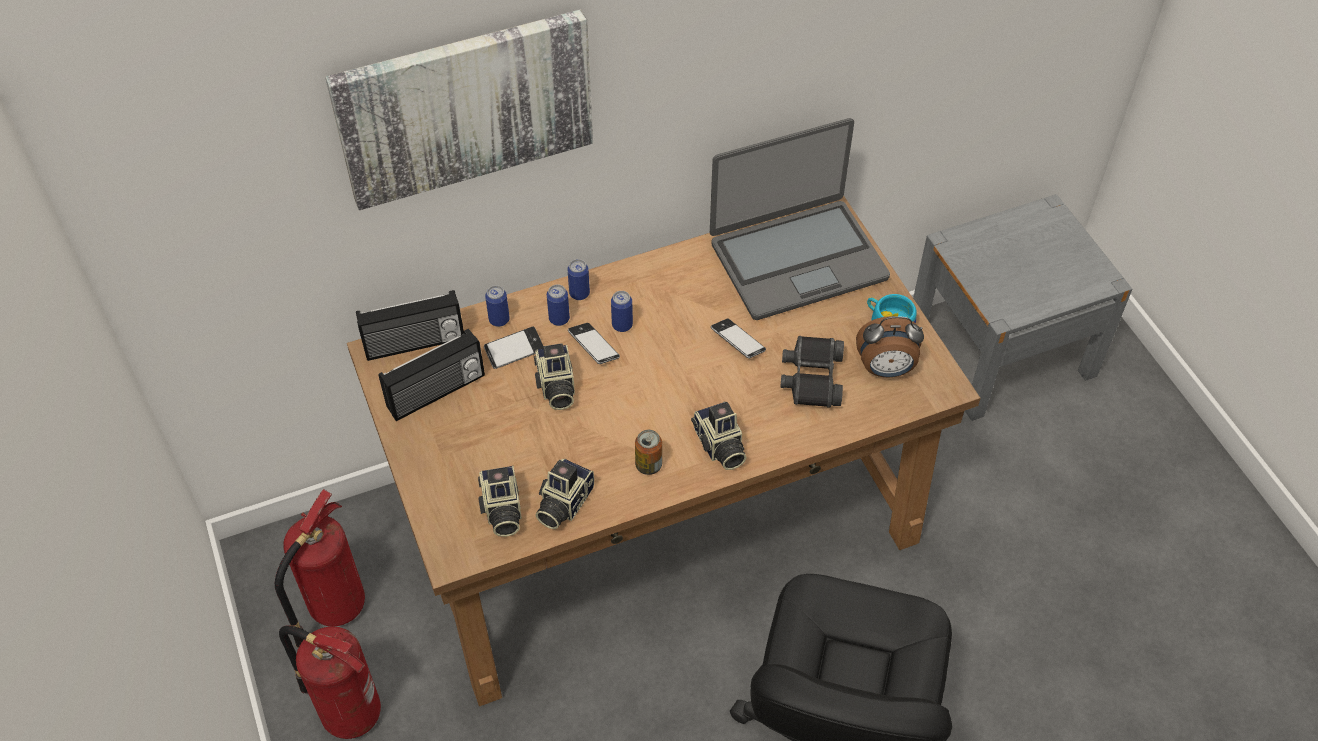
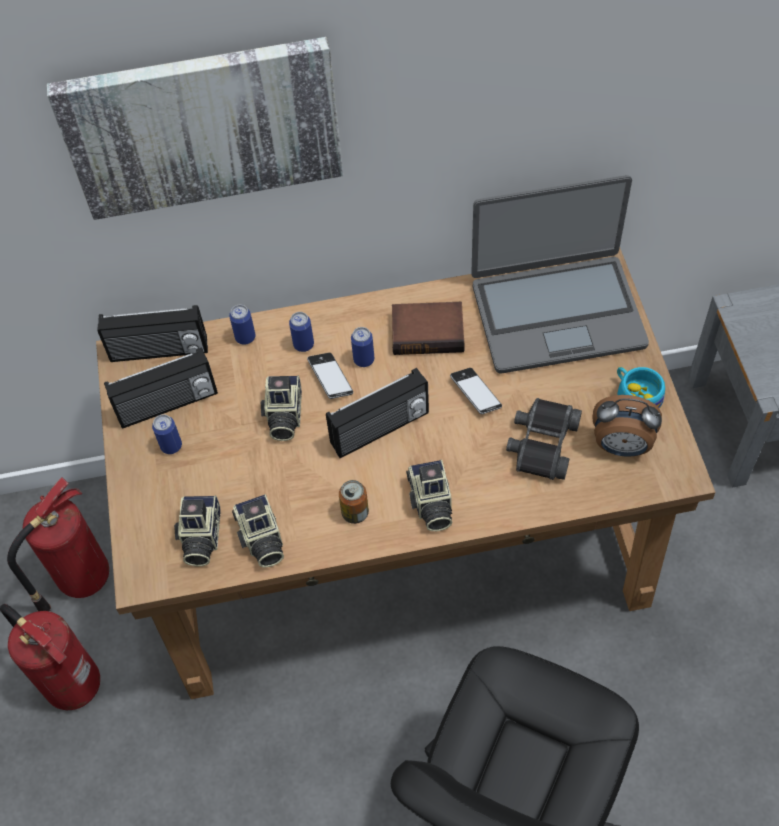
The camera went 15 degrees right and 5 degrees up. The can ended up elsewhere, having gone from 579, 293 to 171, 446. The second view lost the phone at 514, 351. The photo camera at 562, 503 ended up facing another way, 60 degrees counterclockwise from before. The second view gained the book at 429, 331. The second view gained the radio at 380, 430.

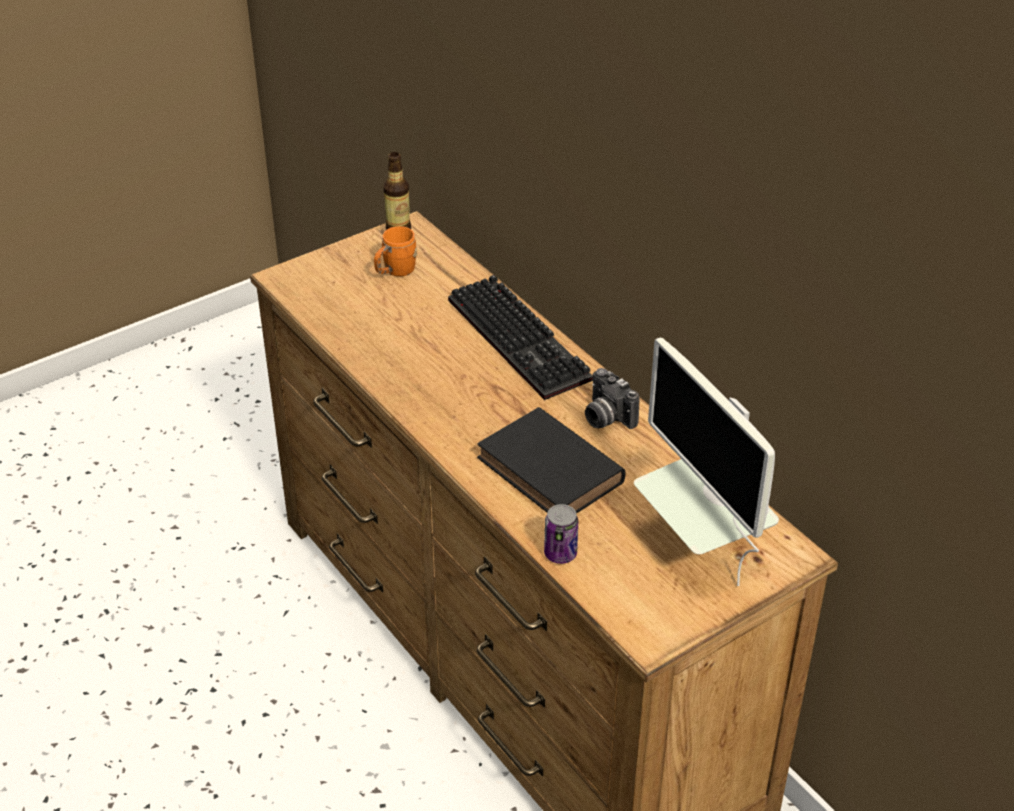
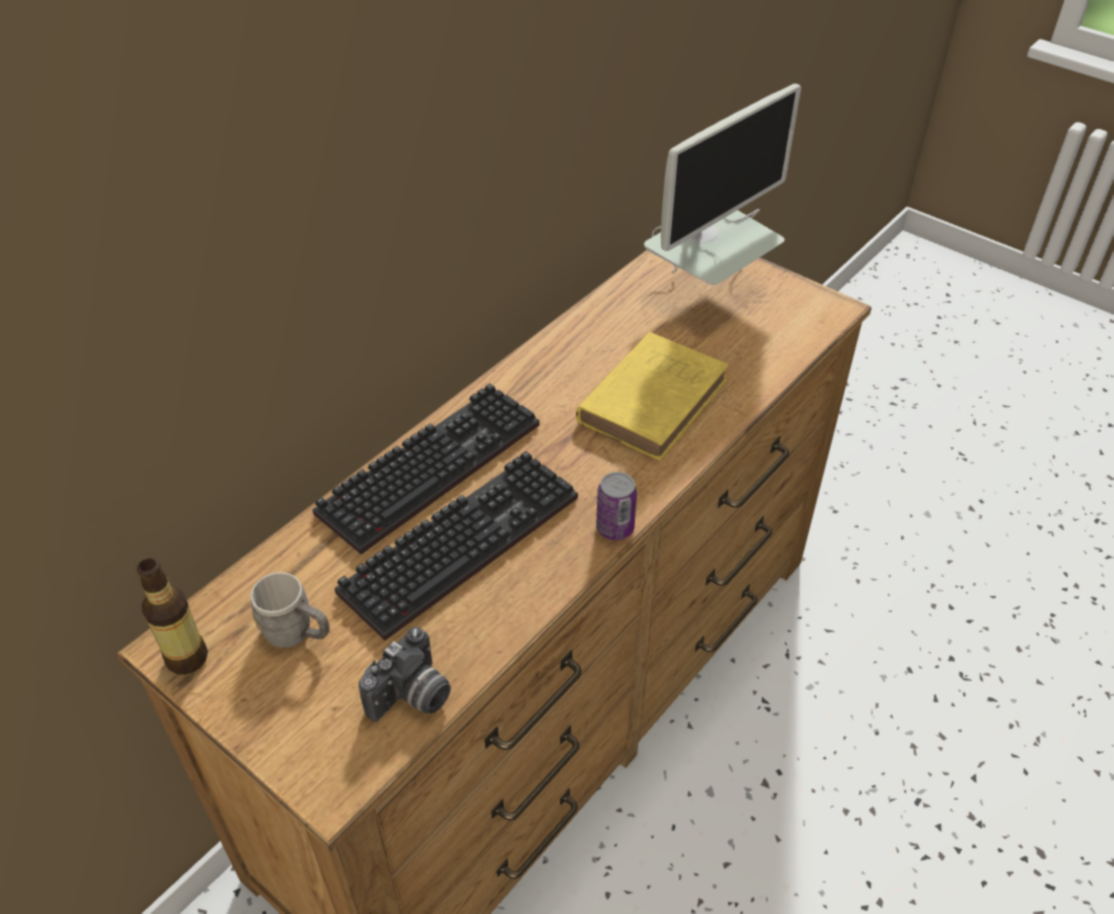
The camera went 105 degrees left and 5 degrees up. What was the orange mug at 395, 272 turned into the grey mug at 297, 634. The photo camera ended up elsewhere, having gone from 605, 417 to 412, 698. What was the black book at 553, 472 turned into the yellow book at 654, 399. The can ended up elsewhere, having gone from 560, 554 to 615, 528. The second view gained the keyboard at 461, 539.

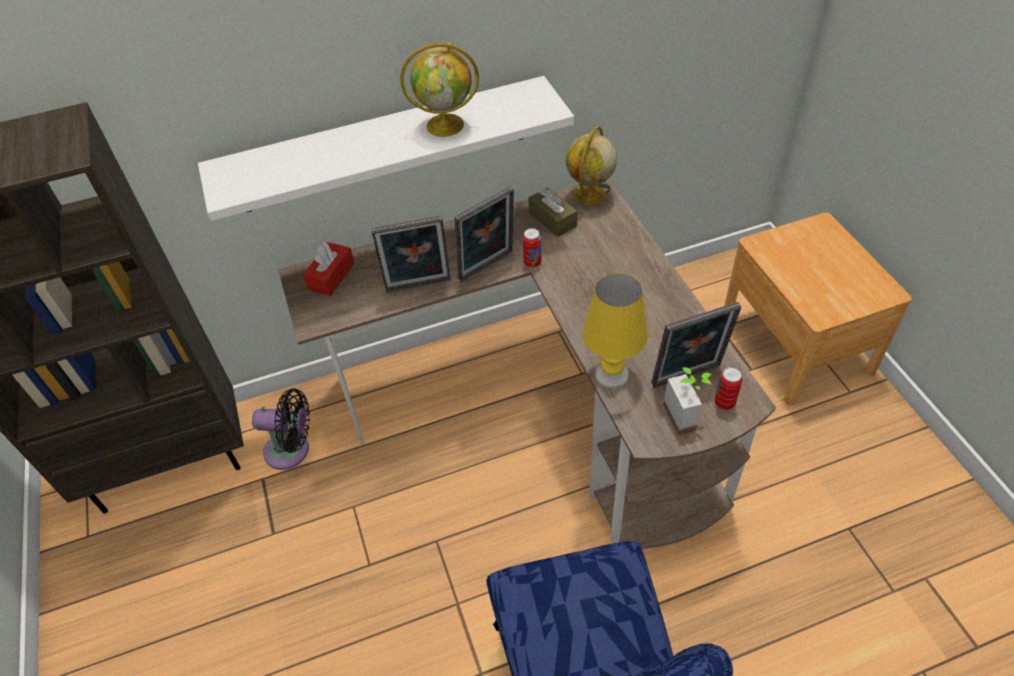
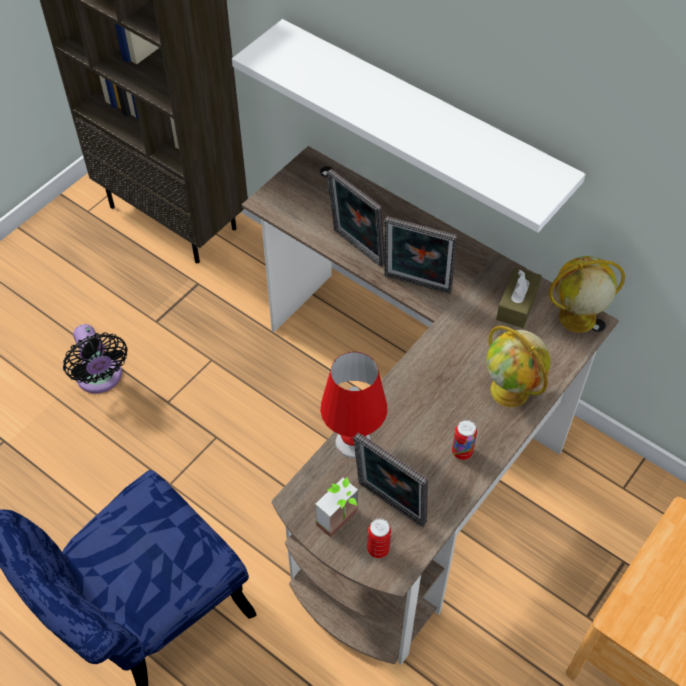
The camera went 55 degrees right and 5 degrees up. The globe ended up elsewhere, having gone from 446, 125 to 511, 391. The can ended up elsewhere, having gone from 532, 263 to 462, 452. The second view lost the red tissue box at 331, 276. What was the yellow table lamp at 611, 374 turned into the red table lamp at 352, 442. The black fan ended up elsewhere, having gone from 292, 450 to 101, 378.

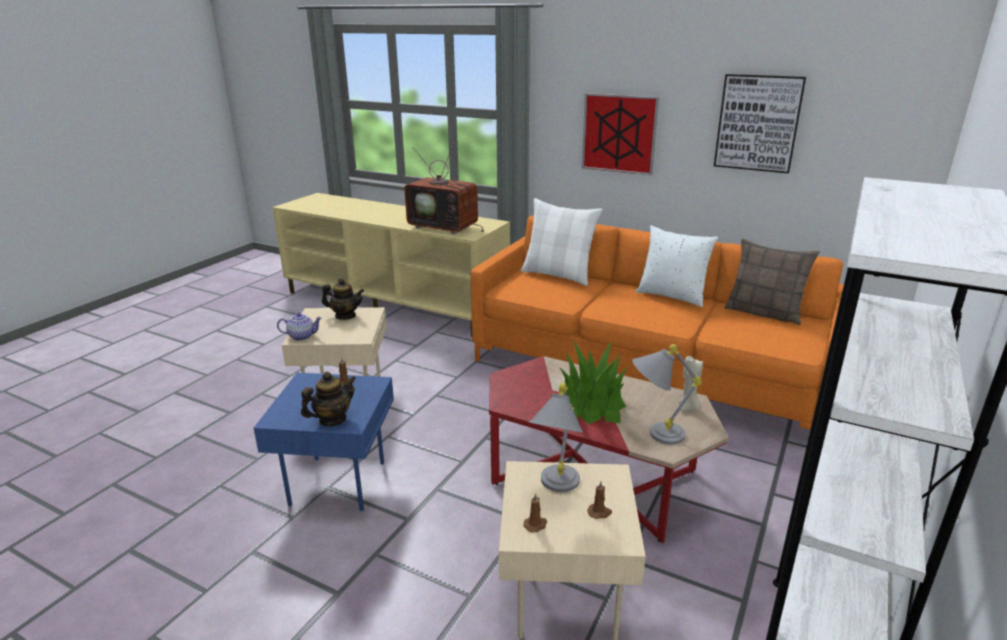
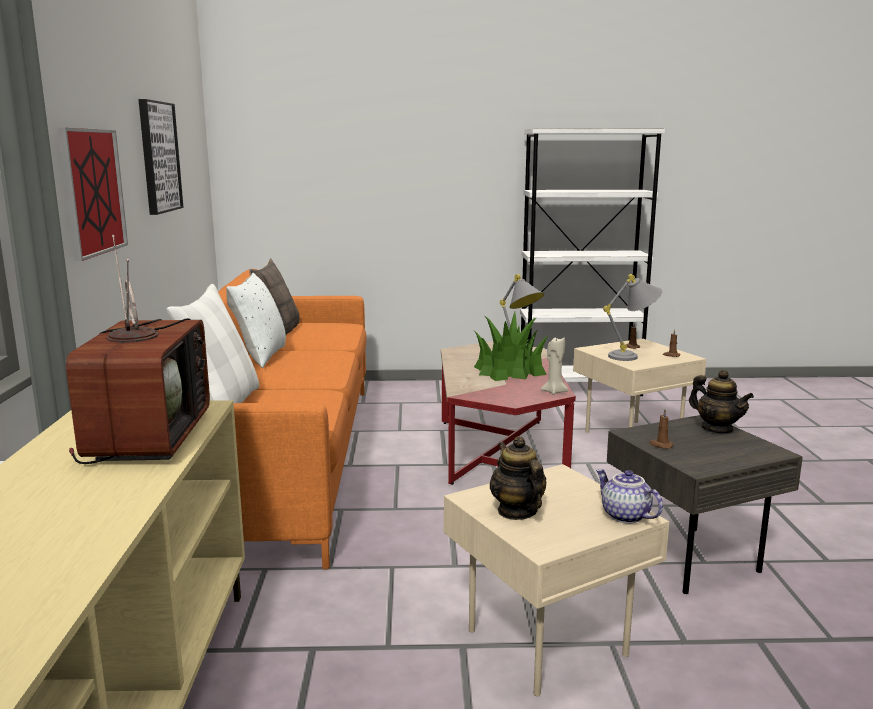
The camera went 120 degrees left and 10 degrees down. The beige candle ended up elsewhere, having gone from 688, 407 to 554, 392. The teapot at 332, 419 ended up facing another way, 150 degrees counterclockwise from before. What was the blue side table at 339, 485 turned into the grey side table at 690, 557.

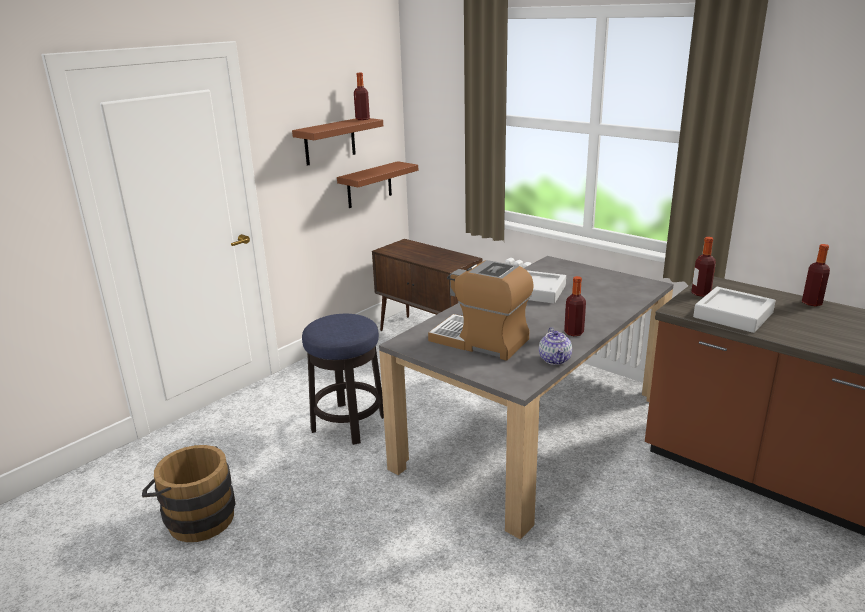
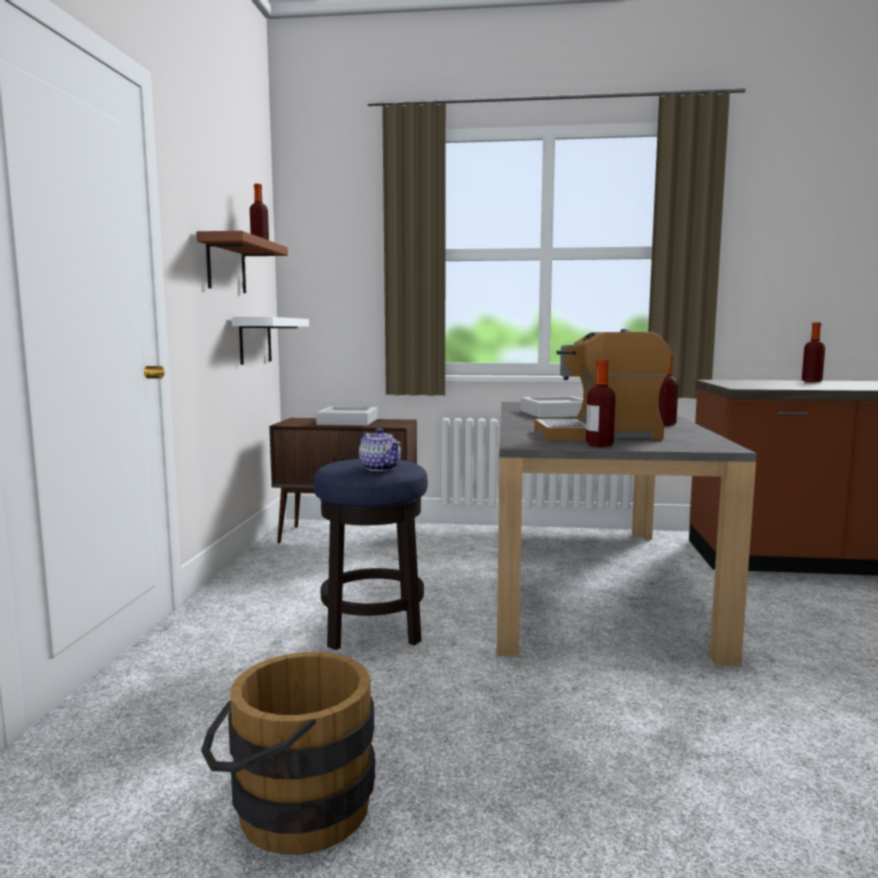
The camera went 35 degrees left and 15 degrees down. What was the brown shelf at 369, 185 turned into the white shelf at 255, 340. The bottle ended up elsewhere, having gone from 701, 293 to 599, 444. The grey tray ended up elsewhere, having gone from 733, 315 to 347, 422. The teapot ended up elsewhere, having gone from 555, 360 to 380, 468.

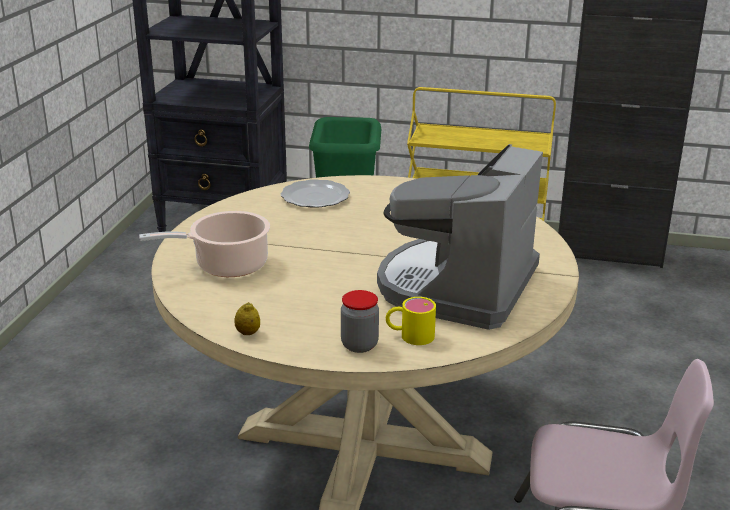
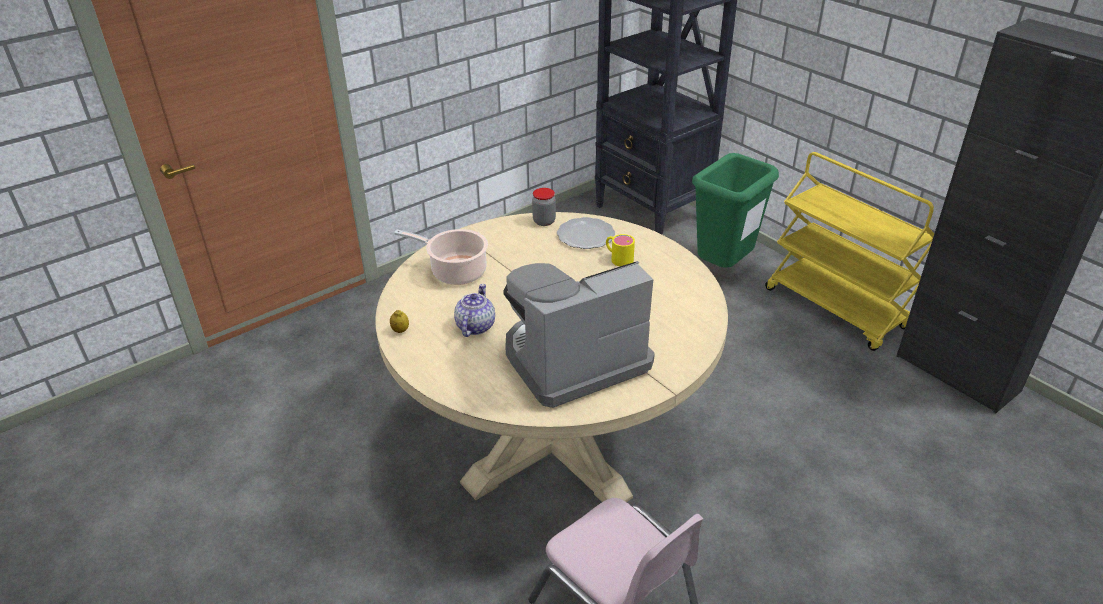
The camera went 40 degrees right and 10 degrees up. The jar ended up elsewhere, having gone from 359, 345 to 544, 221. The yellow mug ended up elsewhere, having gone from 409, 335 to 618, 258. The second view gained the teapot at 475, 326.

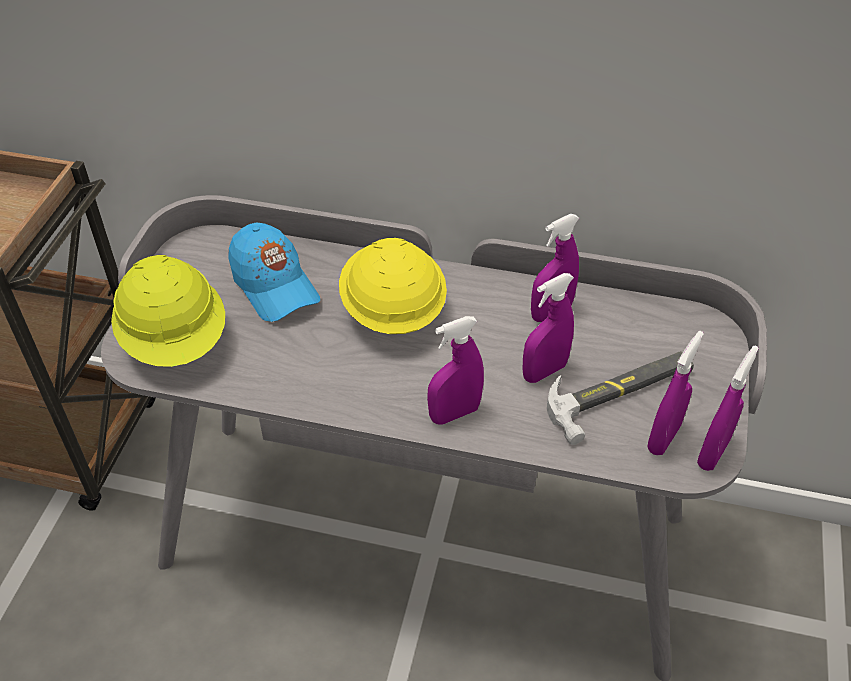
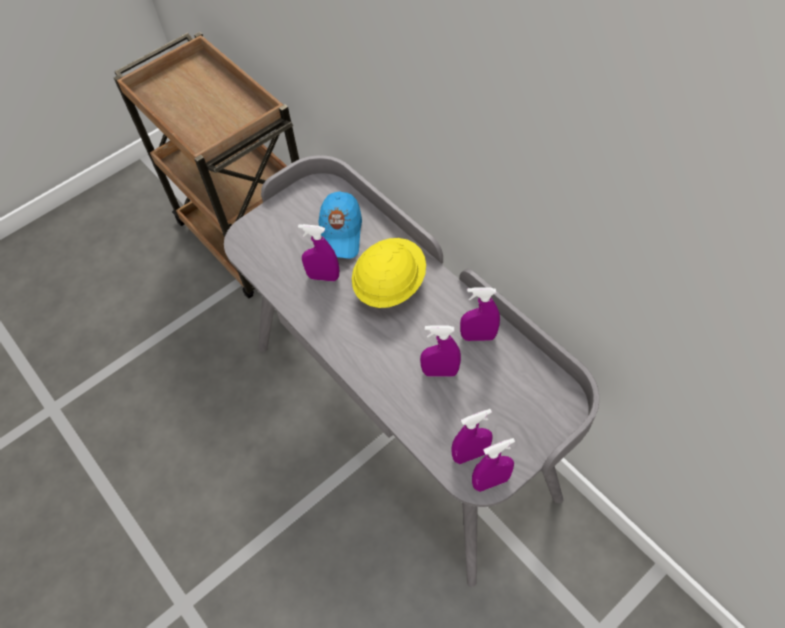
The camera went 40 degrees right and 10 degrees up. The second view lost the yellow hard hat at 176, 340. The purple spray bottle ended up elsewhere, having gone from 454, 413 to 323, 277. The second view lost the hammer at 620, 394.

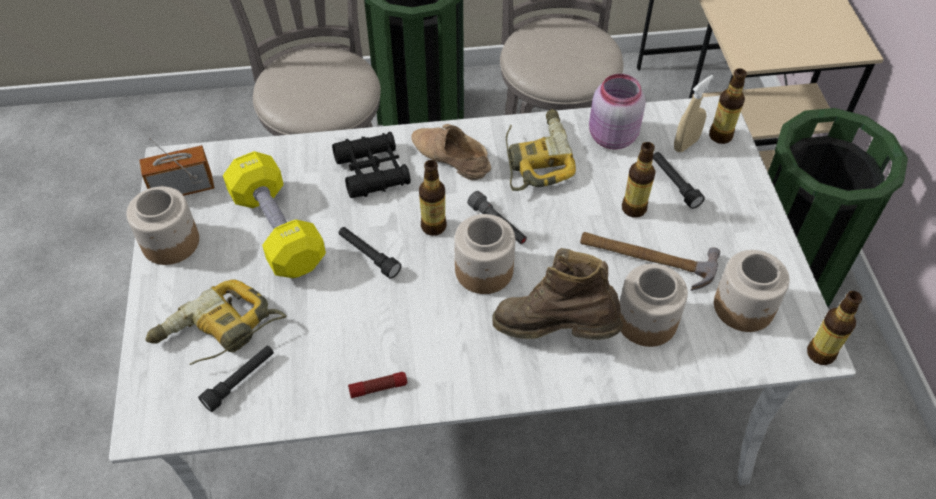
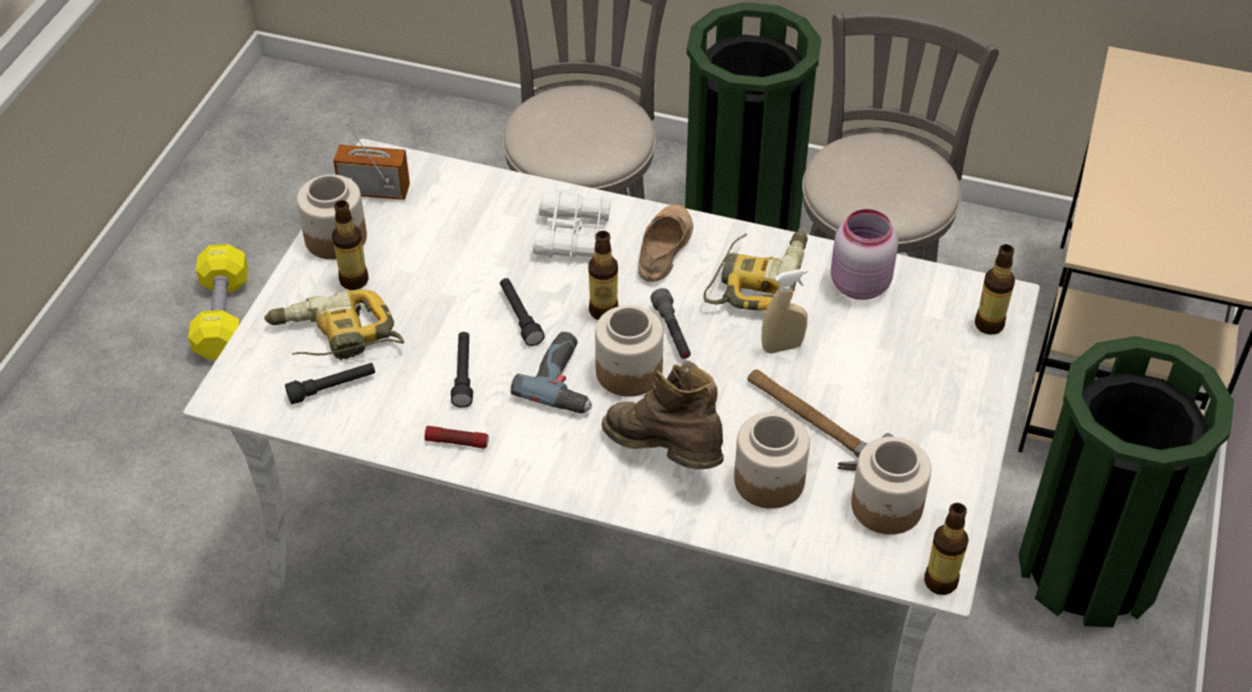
The camera went 25 degrees right and 5 degrees down. The beige spray bottle ended up elsewhere, having gone from 686, 144 to 782, 347. The beige shoe at 449, 157 ended up facing another way, 45 degrees clockwise from before. What was the black binoculars at 372, 171 turned into the white binoculars at 573, 235. The bottle ended up elsewhere, having gone from 634, 208 to 354, 280. The yellow dumbbell ended up elsewhere, having gone from 277, 230 to 223, 317. The black flashlight ended up elsewhere, having gone from 674, 184 to 463, 374. The second view gained the power drill at 565, 380.

